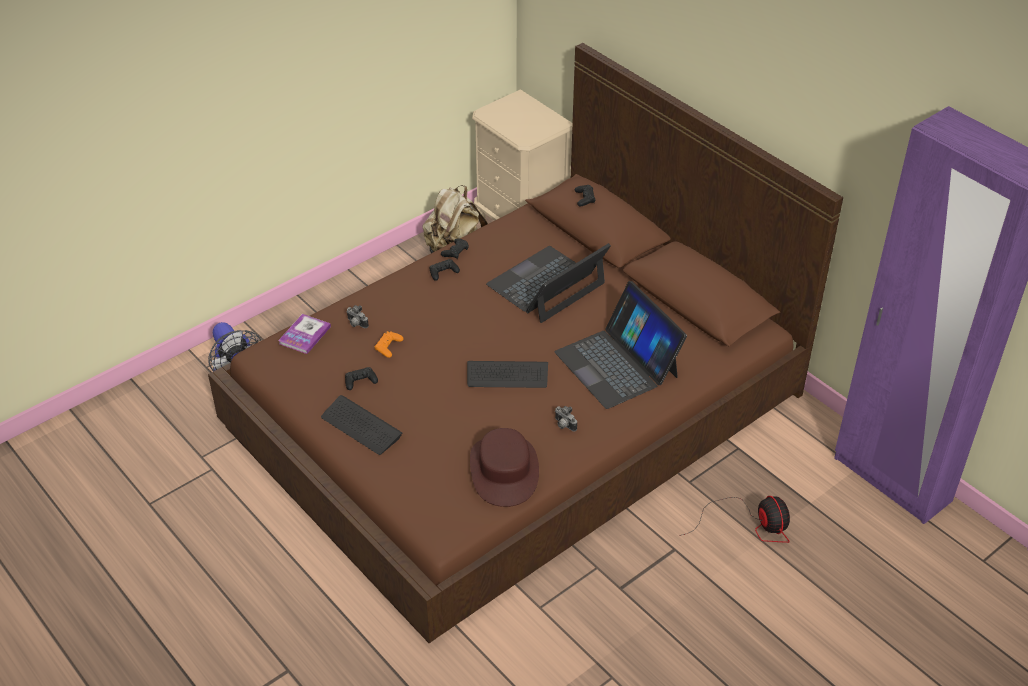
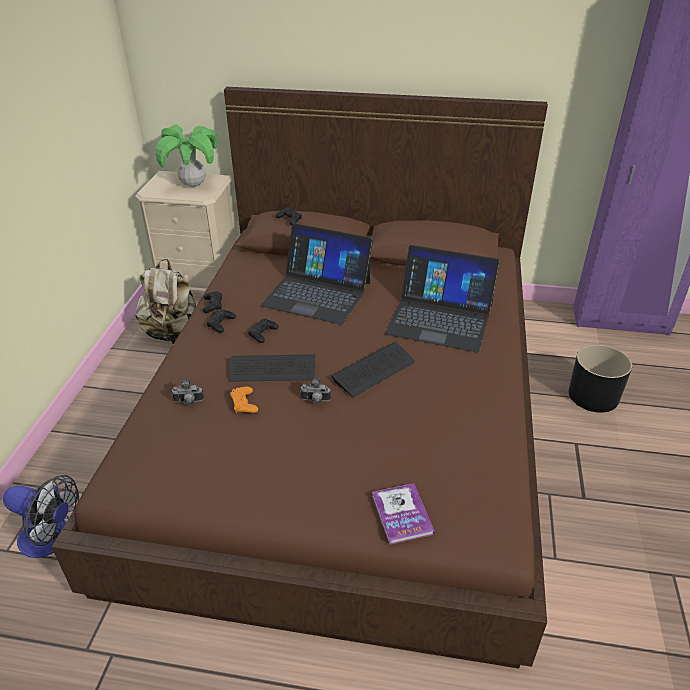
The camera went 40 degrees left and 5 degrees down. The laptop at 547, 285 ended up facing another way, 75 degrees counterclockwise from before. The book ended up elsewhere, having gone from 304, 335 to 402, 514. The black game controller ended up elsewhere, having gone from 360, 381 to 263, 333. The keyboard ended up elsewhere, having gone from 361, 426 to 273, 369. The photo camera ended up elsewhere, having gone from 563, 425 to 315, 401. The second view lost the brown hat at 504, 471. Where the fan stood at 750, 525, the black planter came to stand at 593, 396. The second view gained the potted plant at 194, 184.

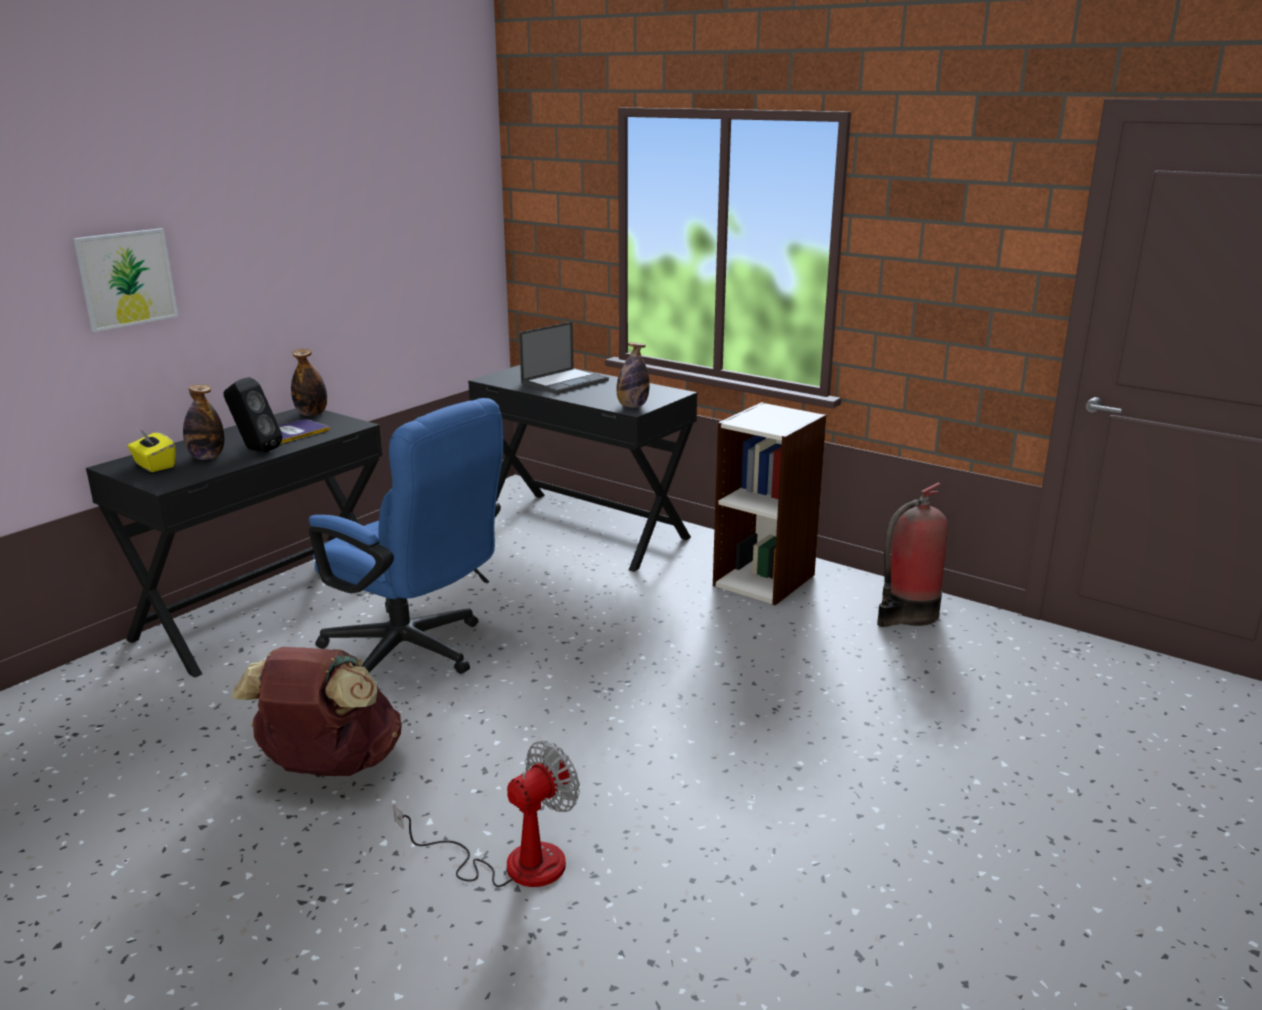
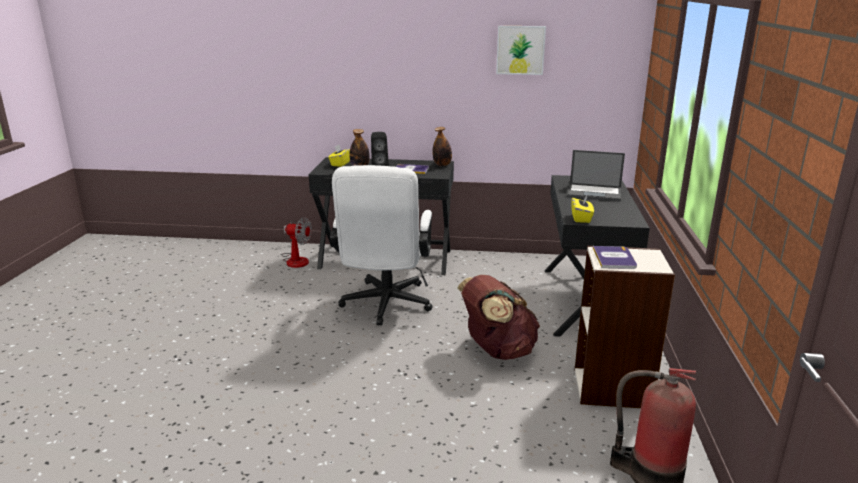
The camera went 60 degrees right and 0 degrees up. The picture ended up elsewhere, having gone from 126, 278 to 520, 50. Where the bottle stood at 632, 406, the yellow tissue box came to stand at 581, 218. What was the blue office chair at 415, 653 turned into the white office chair at 385, 306. The brown backpack ended up elsewhere, having gone from 329, 767 to 497, 351. The fan ended up elsewhere, having gone from 513, 863 to 296, 259. The second view gained the book at 614, 258.

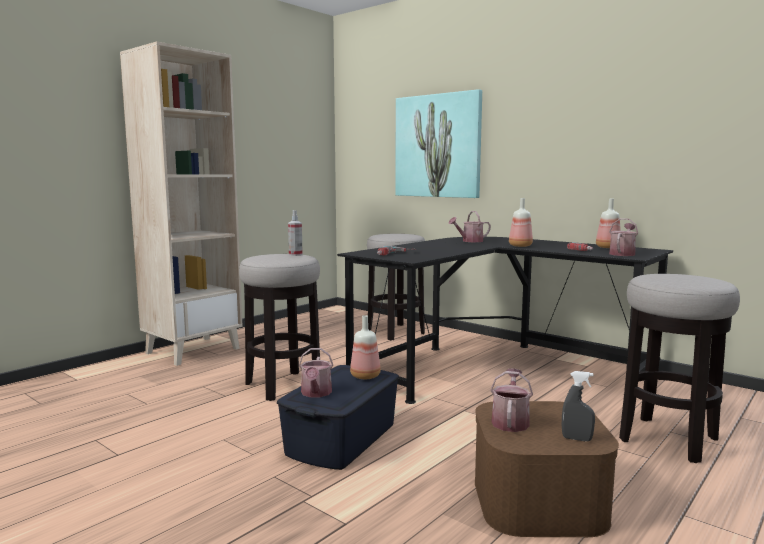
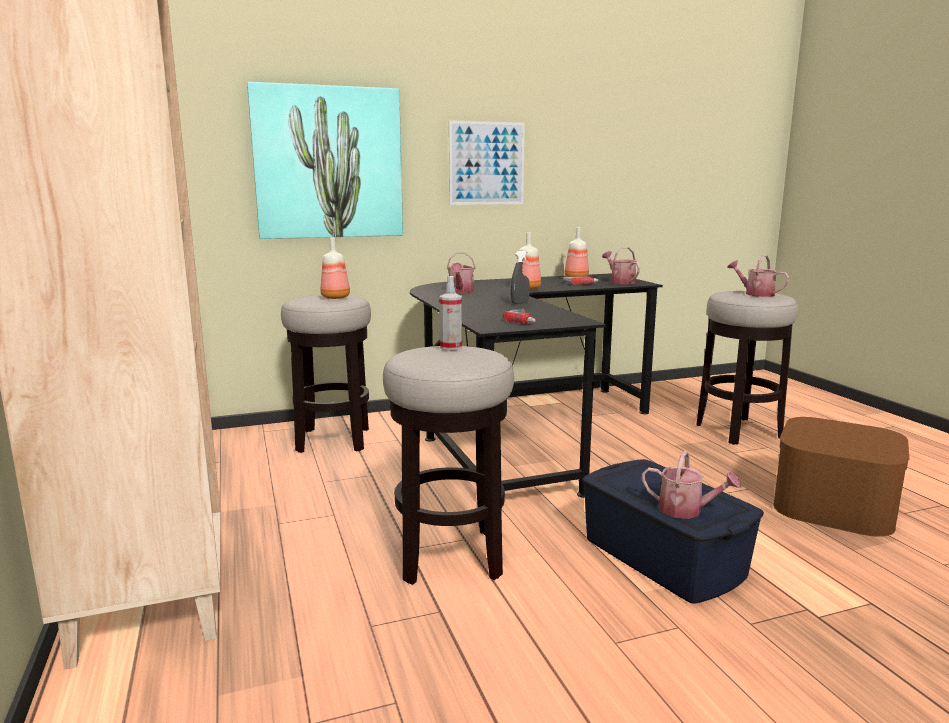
The camera went 60 degrees left and 5 degrees up. The bottle ended up elsewhere, having gone from 366, 376 to 336, 297. The watering can ended up elsewhere, having gone from 510, 421 to 755, 294. The grey spray bottle ended up elsewhere, having gone from 577, 439 to 520, 303. The second view gained the picture at 487, 163.

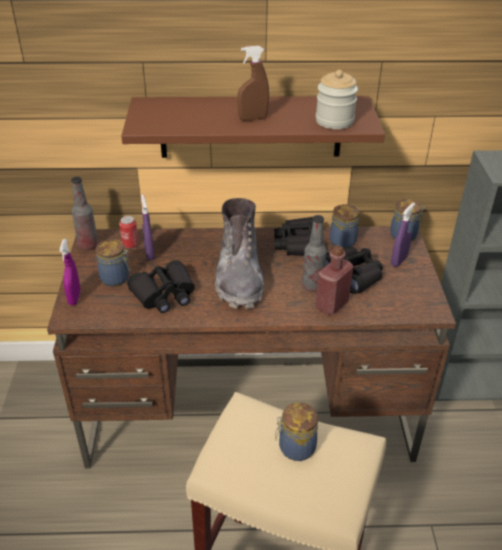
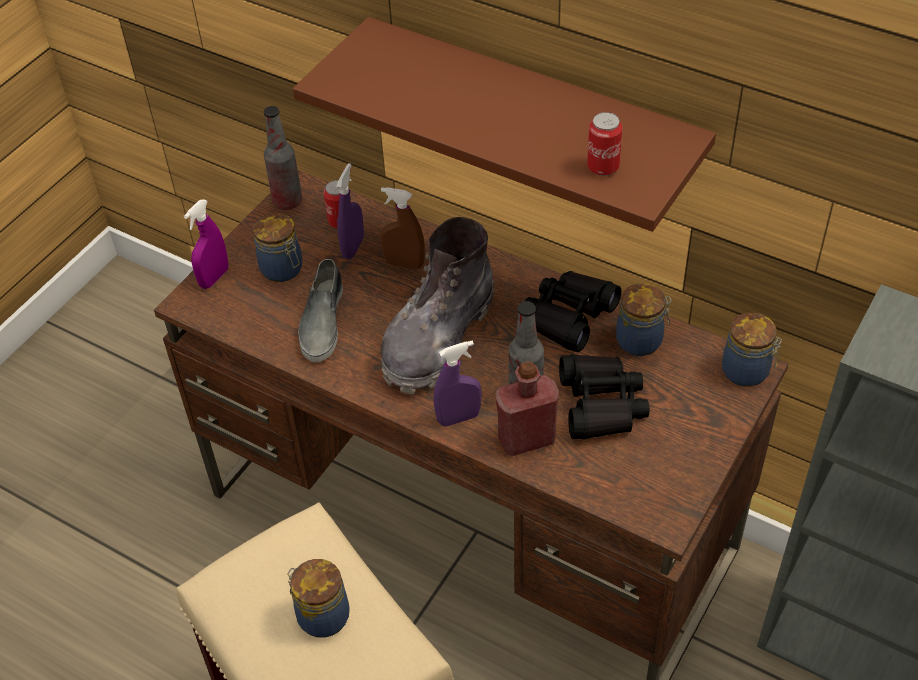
The camera went 35 degrees right and 10 degrees up. The brown spray bottle ended up elsewhere, having gone from 253, 118 to 404, 263. Where the jar stood at 334, 121, the can came to stand at 603, 167. The purple spray bottle ended up elsewhere, having gone from 398, 261 to 458, 418. Where the black binoculars stood at 164, 294, the grey shoe came to stand at 322, 321.

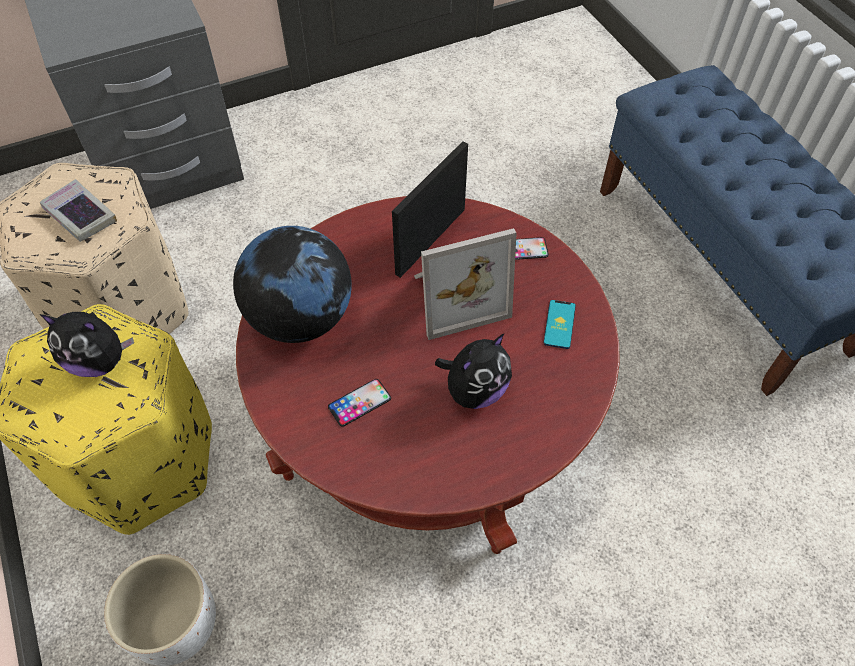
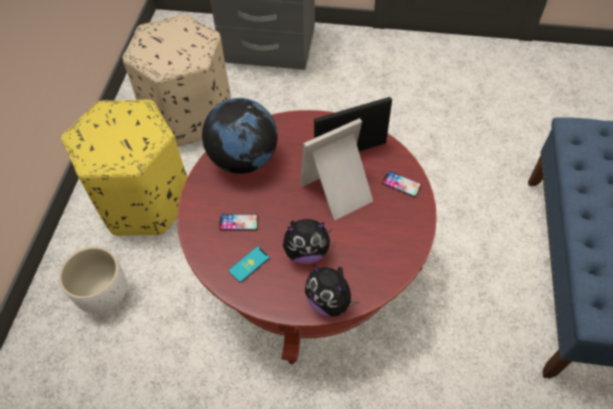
The camera went 35 degrees right and 0 degrees up. The second view lost the book at 80, 215. The picture frame at 456, 296 ended up facing another way, 135 degrees clockwise from before. The phone ended up elsewhere, having gone from 559, 324 to 249, 264. The plush toy ended up elsewhere, having gone from 99, 361 to 330, 301.

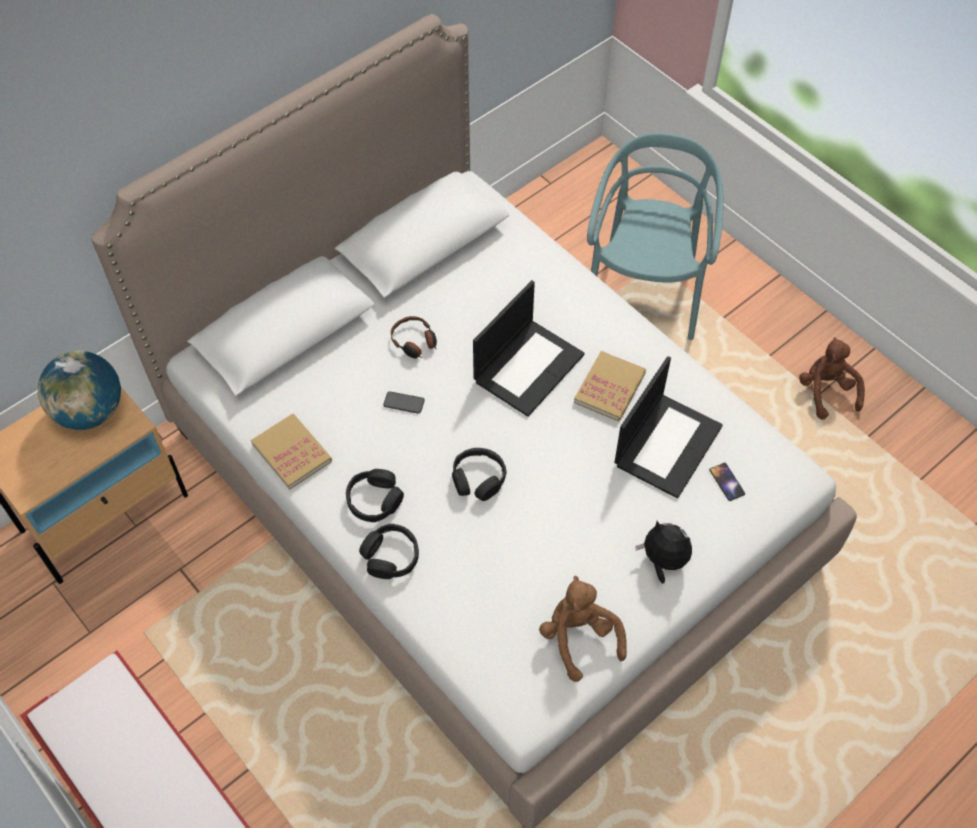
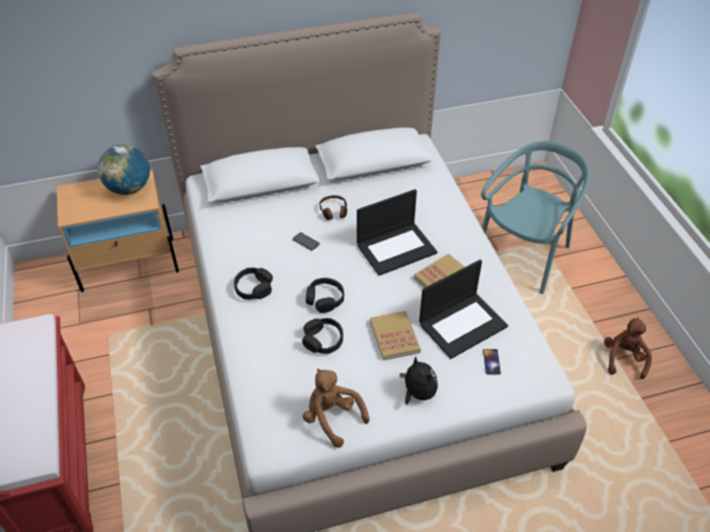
The camera went 25 degrees right and 10 degrees down. The book ended up elsewhere, having gone from 292, 453 to 394, 337. The black headphones ended up elsewhere, having gone from 390, 556 to 323, 340. The brown plush toy at 579, 637 ended up facing another way, 45 degrees counterclockwise from before.

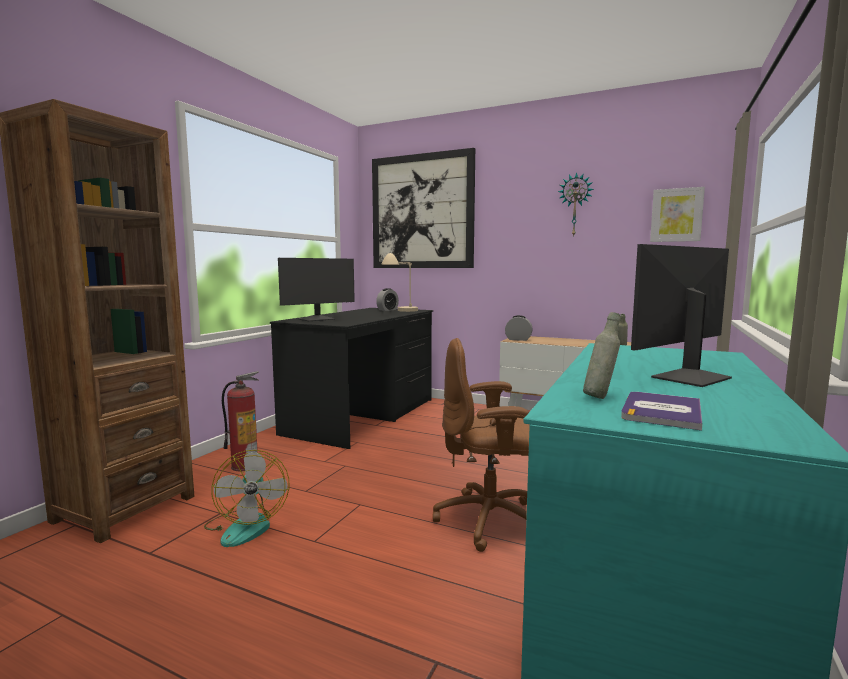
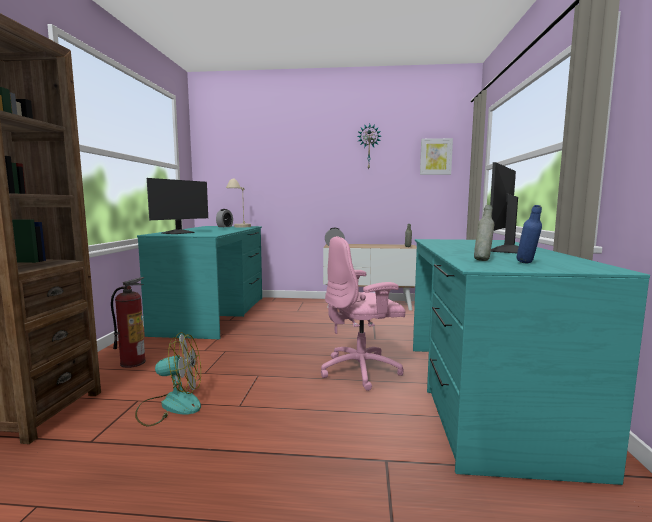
The camera went 20 degrees left and 0 degrees up. The second view lost the picture at 422, 212. What was the black desk at 363, 415 turned into the turquoise desk at 214, 314. What was the brown office chair at 491, 520 turned into the pink office chair at 361, 371. Where the book stood at 661, 411, the blue bottle came to stand at 527, 263. The fan at 246, 526 ended up facing another way, 60 degrees counterclockwise from before.

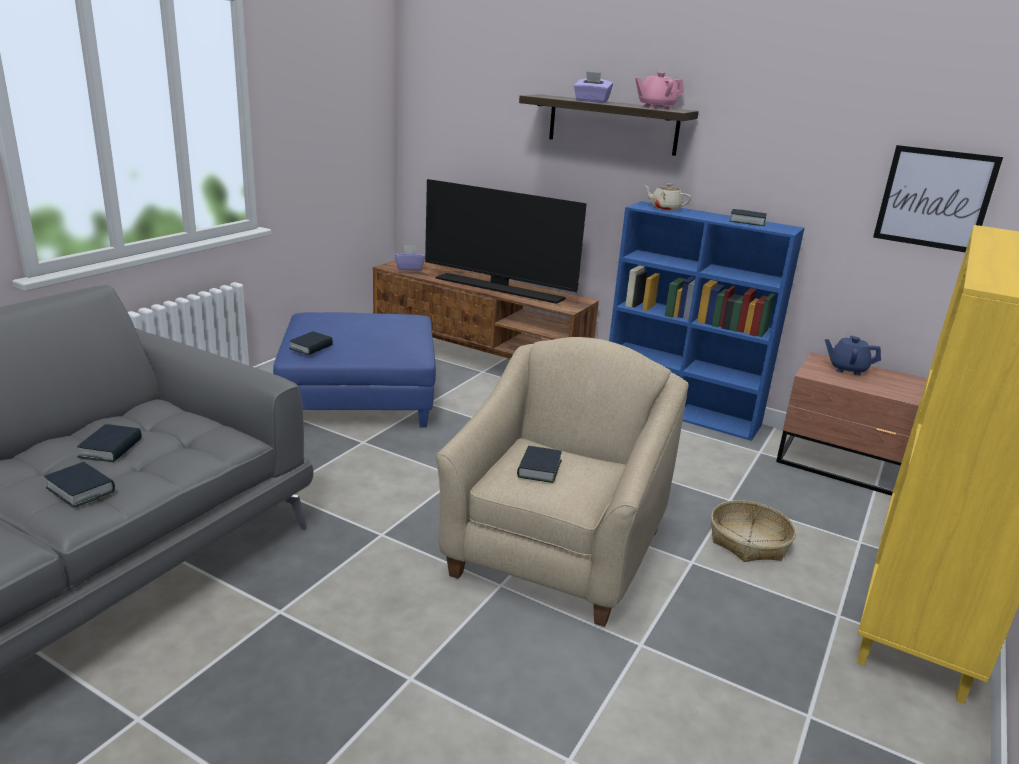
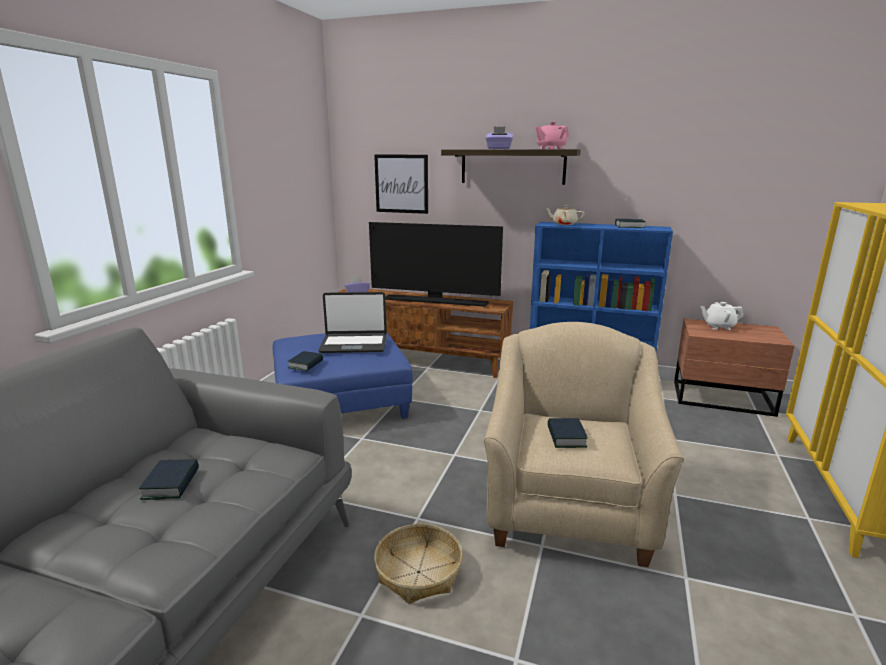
The camera went 10 degrees left and 5 degrees down. The picture ended up elsewhere, having gone from 935, 199 to 401, 184. What was the blue teapot at 847, 369 turned into the white teapot at 718, 327. The second view lost the book at 81, 490. The basket ended up elsewhere, having gone from 749, 541 to 419, 572. The second view gained the laptop at 354, 344.

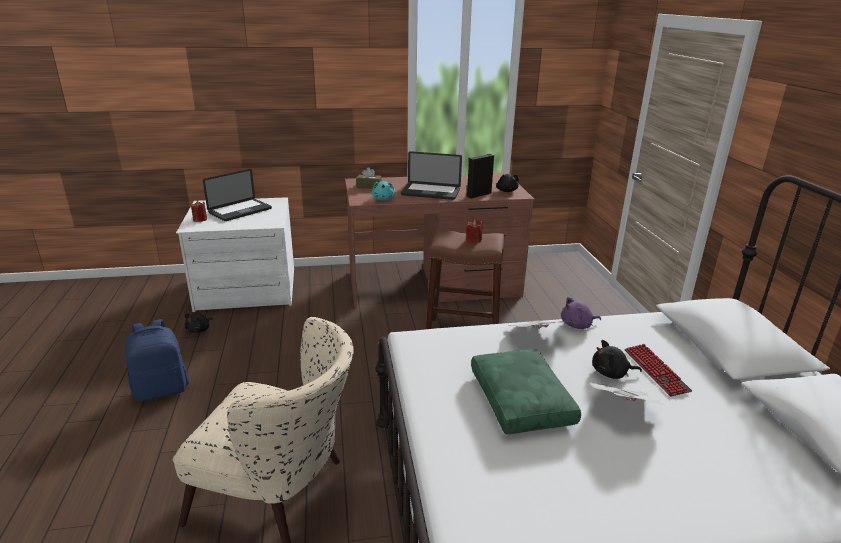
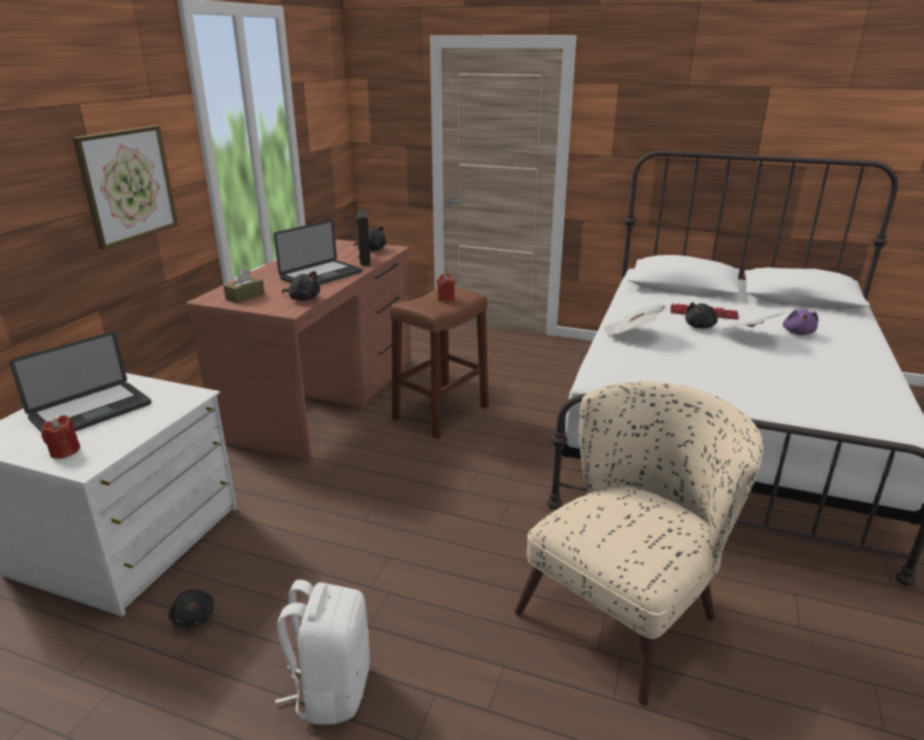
The camera went 60 degrees left and 0 degrees up. The laptop at 240, 211 ended up facing another way, 60 degrees clockwise from before. What was the turquoise plush toy at 383, 199 turned into the black plush toy at 303, 298. The purple plush toy ended up elsewhere, having gone from 578, 325 to 798, 333. What was the blue backpack at 161, 390 turned into the white backpack at 331, 689. The second view lost the green pillow at 523, 400. The second view gained the picture at 127, 185.

